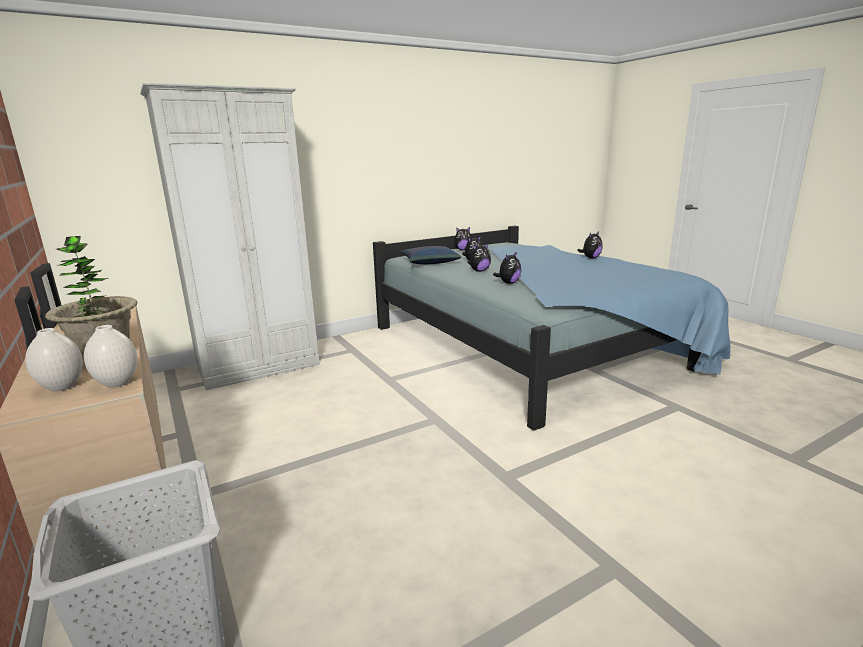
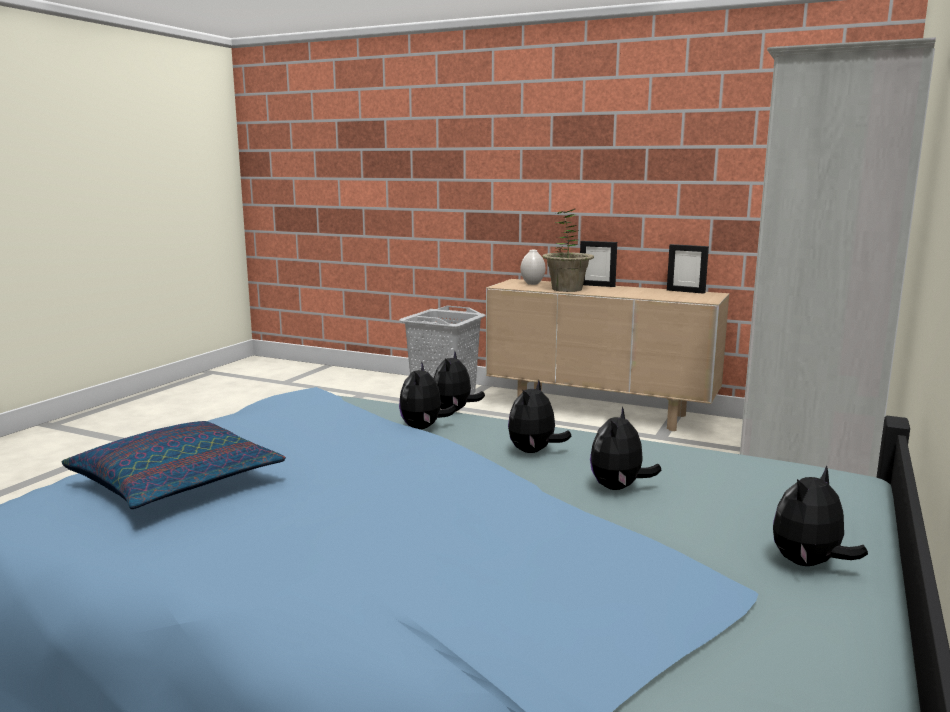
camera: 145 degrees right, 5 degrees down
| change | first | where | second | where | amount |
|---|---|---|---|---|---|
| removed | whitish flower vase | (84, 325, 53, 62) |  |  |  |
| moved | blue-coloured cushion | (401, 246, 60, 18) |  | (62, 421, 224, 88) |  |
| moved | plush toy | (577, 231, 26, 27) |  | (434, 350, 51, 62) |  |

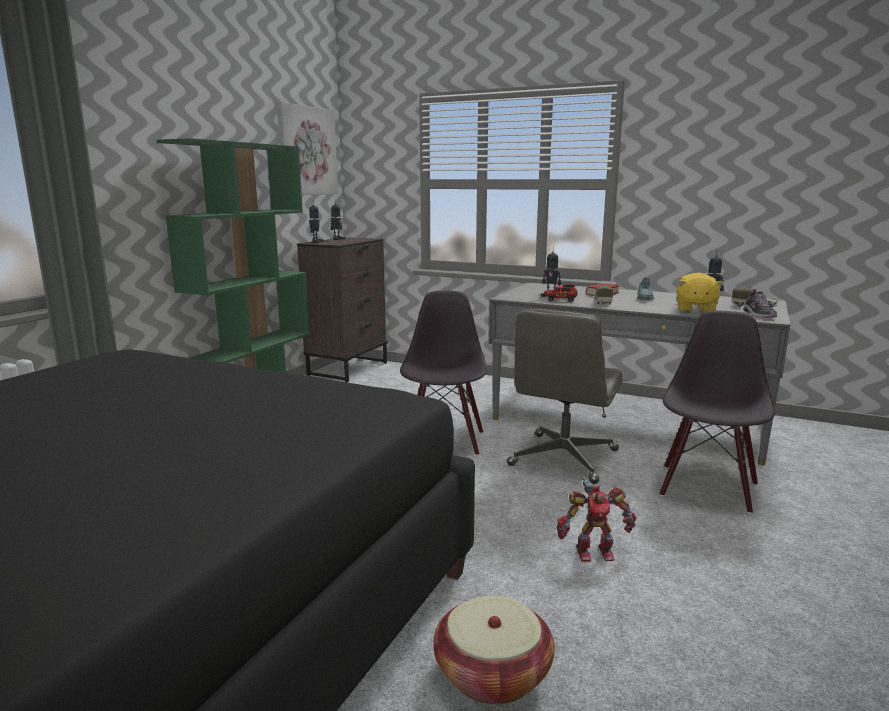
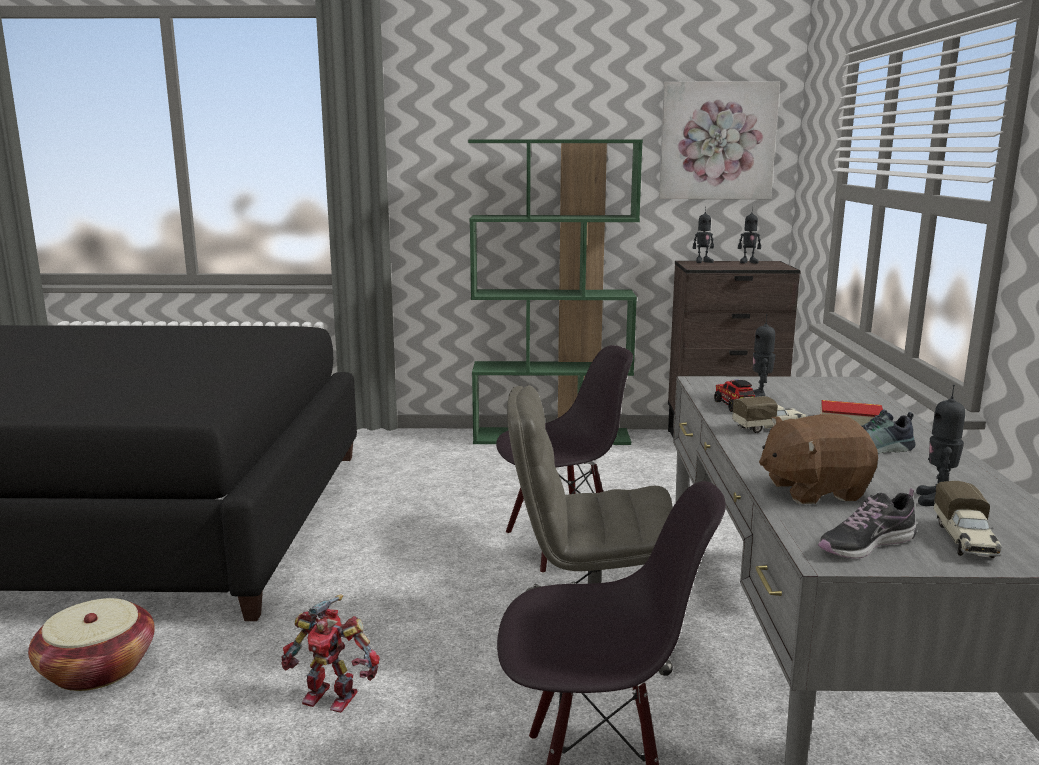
camera: 65 degrees right, 0 degrees up
| change | first | where | second | where | amount |
|---|---|---|---|---|---|
| turned | robot figure | (557, 476, 80, 86) |  | (281, 594, 99, 119) | 45 degrees counterclockwise |
| recoloured | yellowish plush toy | (677, 273, 47, 40) | brownish plush toy | (759, 414, 119, 90) |  |

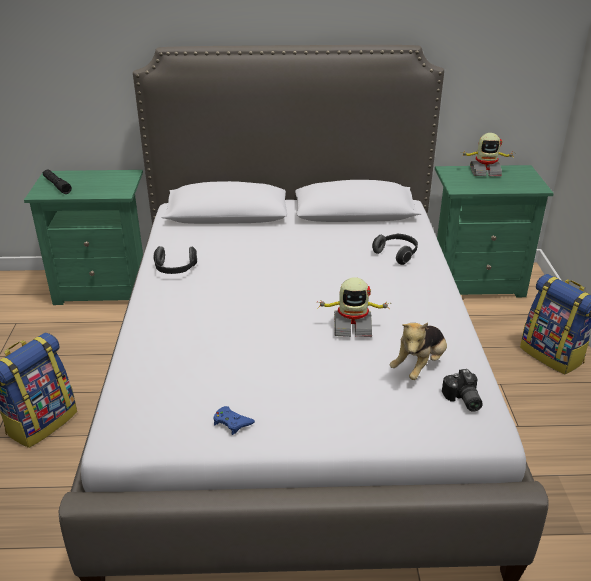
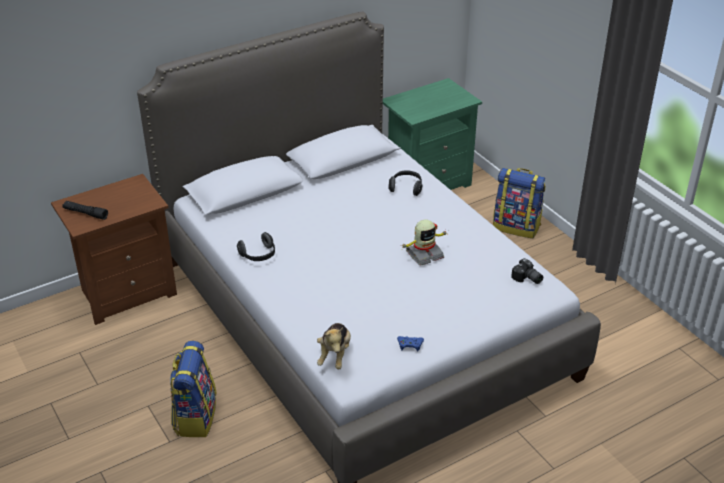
camera: 30 degrees left, 5 degrees up
| change | first | where | second | where | amount |
|---|---|---|---|---|---|
| recoloured | green bedside table | (24, 170, 119, 135) | brownish bedside table | (51, 174, 126, 151) |  |
| moved | plush toy | (390, 322, 57, 58) |  | (317, 323, 34, 46) |  |
| removed | robot figure | (460, 133, 53, 44) |  |  |  |

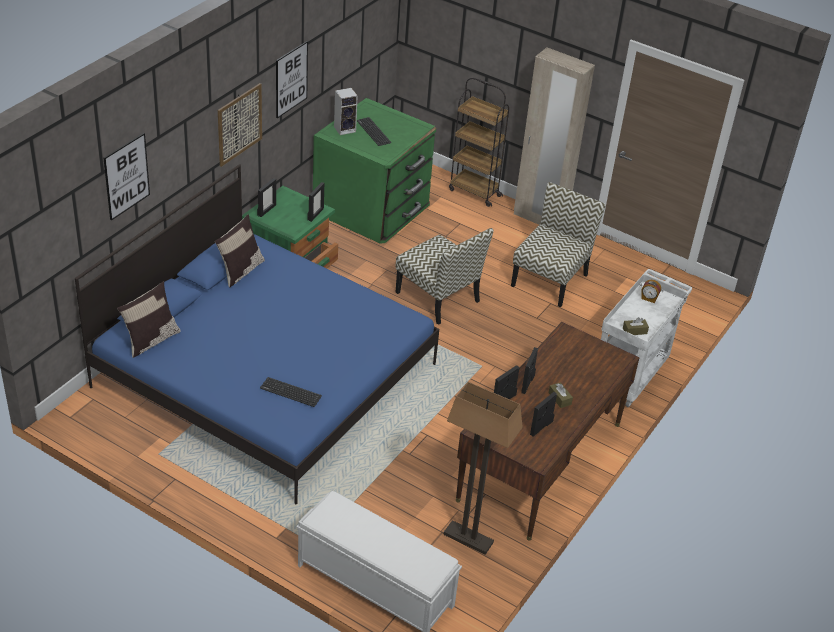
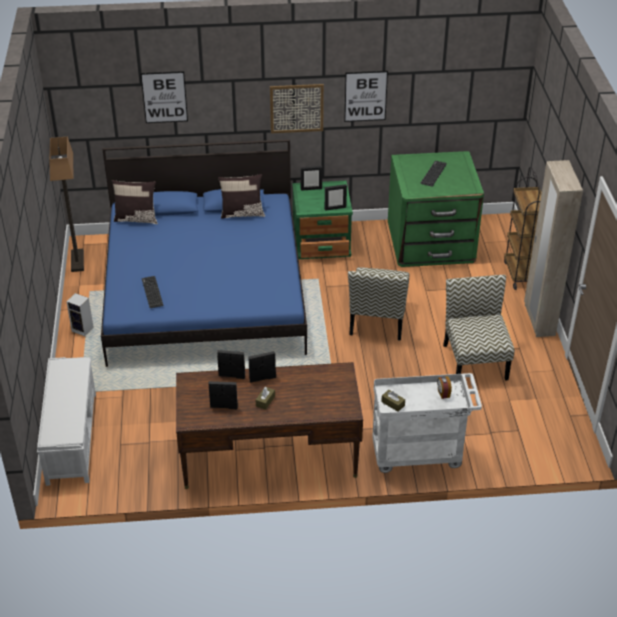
camera: 55 degrees right, 0 degrees up
| change | first | where | second | where | amount |
|---|---|---|---|---|---|
| moved | speaker | (334, 88, 24, 47) |  | (67, 293, 26, 43) |  |
| moved | standing lamp | (444, 382, 79, 173) |  | (49, 137, 35, 135) |  |
| turned | plain chair | (511, 182, 95, 125) |  | (443, 275, 72, 106) | 90 degrees counterclockwise |

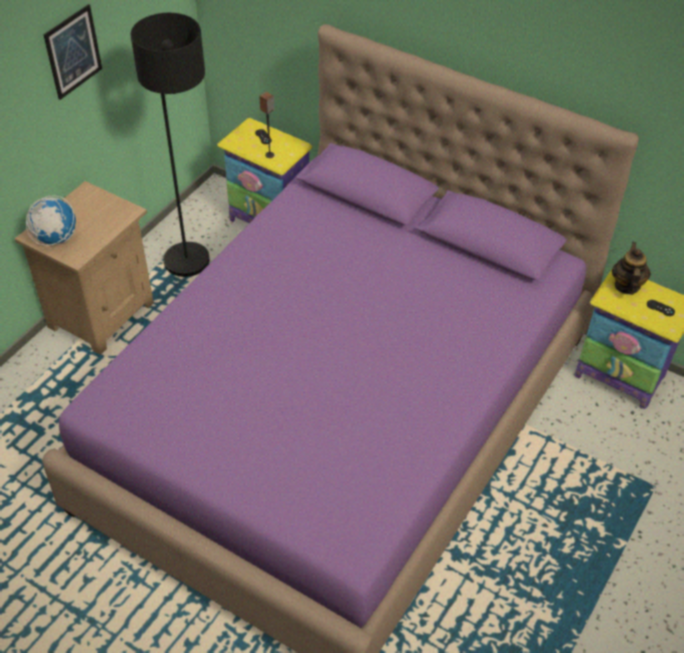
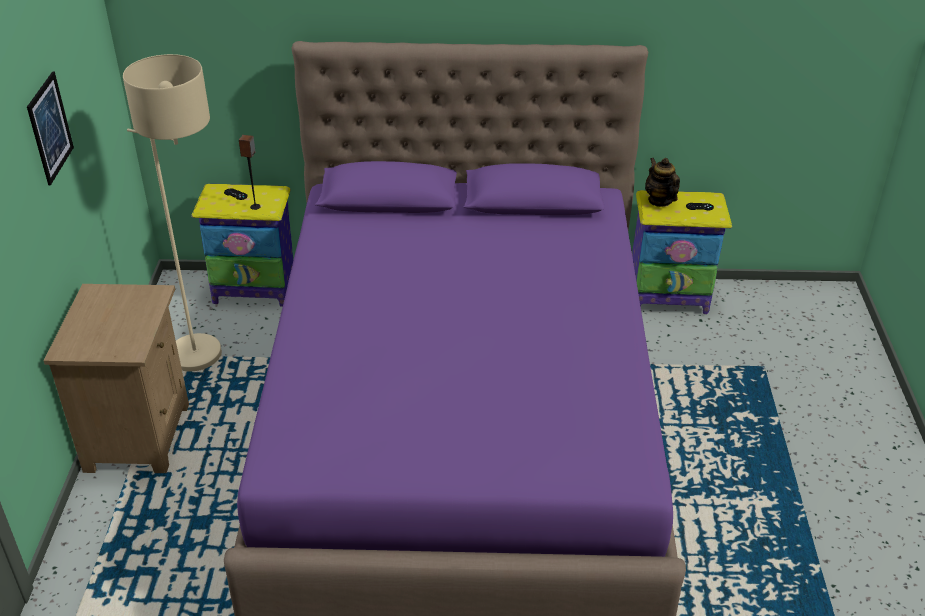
camera: 30 degrees left, 10 degrees down
| change | first | where | second | where | amount |
|---|---|---|---|---|---|
| removed | globe | (26, 195, 50, 51) |  |  |  |
| recoloured | black standing lamp | (131, 13, 79, 264) | sand-coloured standing lamp | (123, 54, 99, 317) |  |

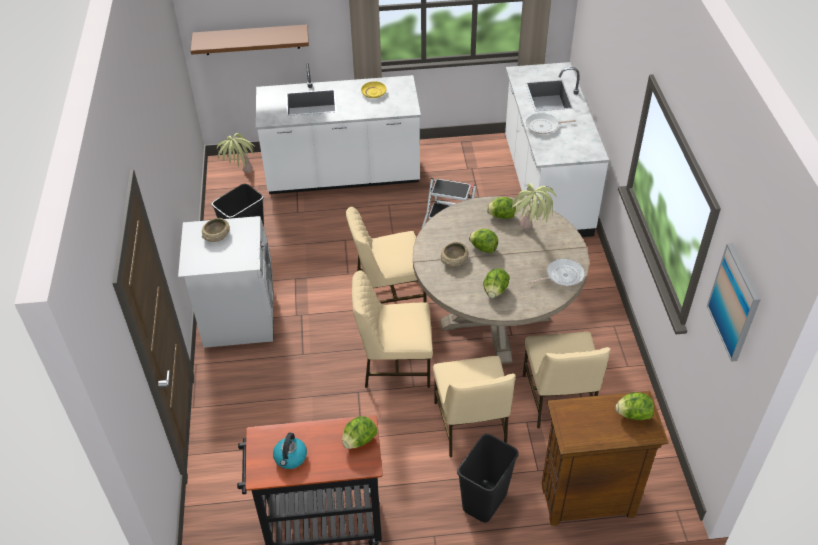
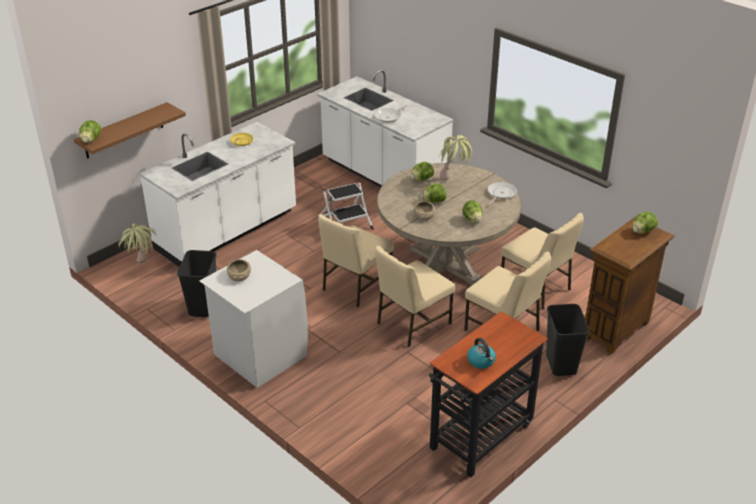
camera: 40 degrees left, 10 degrees down
| change | first | where | second | where | amount |
|---|---|---|---|---|---|
| moved | head of lettuce | (342, 416, 35, 33) |  | (79, 120, 22, 23) |  |
| removed | picture | (707, 243, 54, 119) |  |  |  |

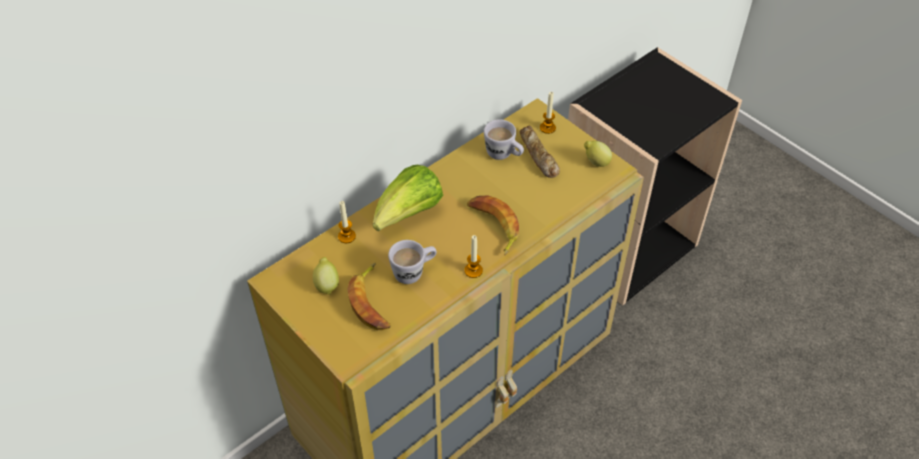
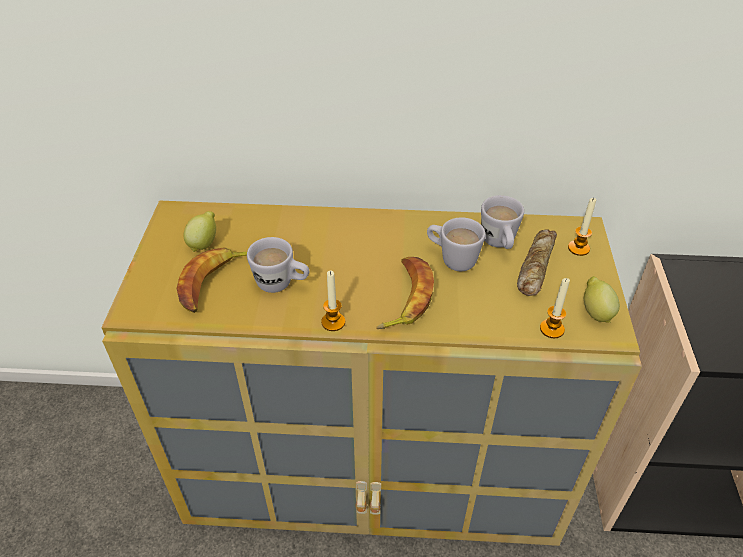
camera: 45 degrees right, 5 degrees down
| change | first | where | second | where | amount |
|---|---|---|---|---|---|
| moved | wax light | (338, 201, 18, 42) |  | (540, 278, 30, 60) |  |
| removed | head of lettuce | (373, 165, 70, 66) |  |  |  |
| added |  |  | whitish mug | (427, 217, 58, 54) |  |

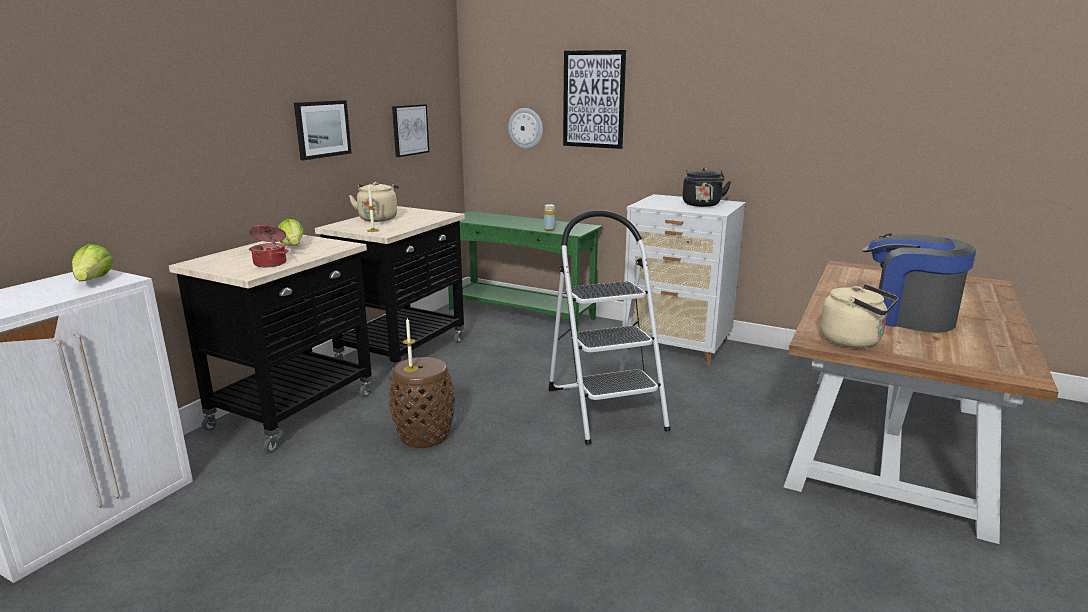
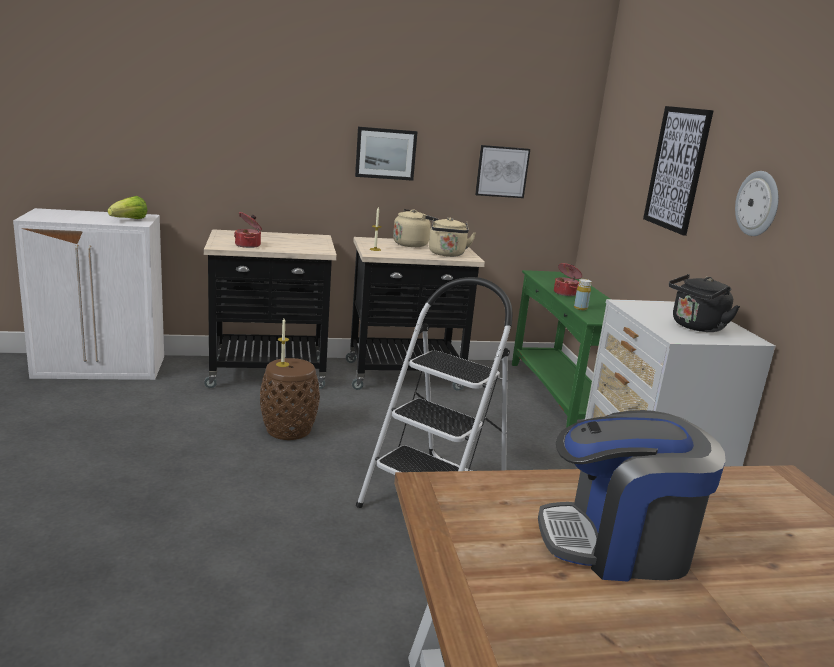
camera: 50 degrees right, 0 degrees up
| change | first | where | second | where | amount |
|---|---|---|---|---|---|
| removed | head of lettuce | (278, 219, 26, 27) |  |  |  |
| moved | clock on the wall | (508, 108, 35, 41) |  | (735, 171, 44, 65) |  |
| moved | sand-coloured tea kettle | (820, 284, 78, 64) |  | (429, 217, 47, 40) |  |
| turned | coffee machine | (862, 233, 114, 100) |  | (538, 410, 187, 172) | 90 degrees counterclockwise |
| added |  |  | stockpot | (554, 263, 28, 33) |  |

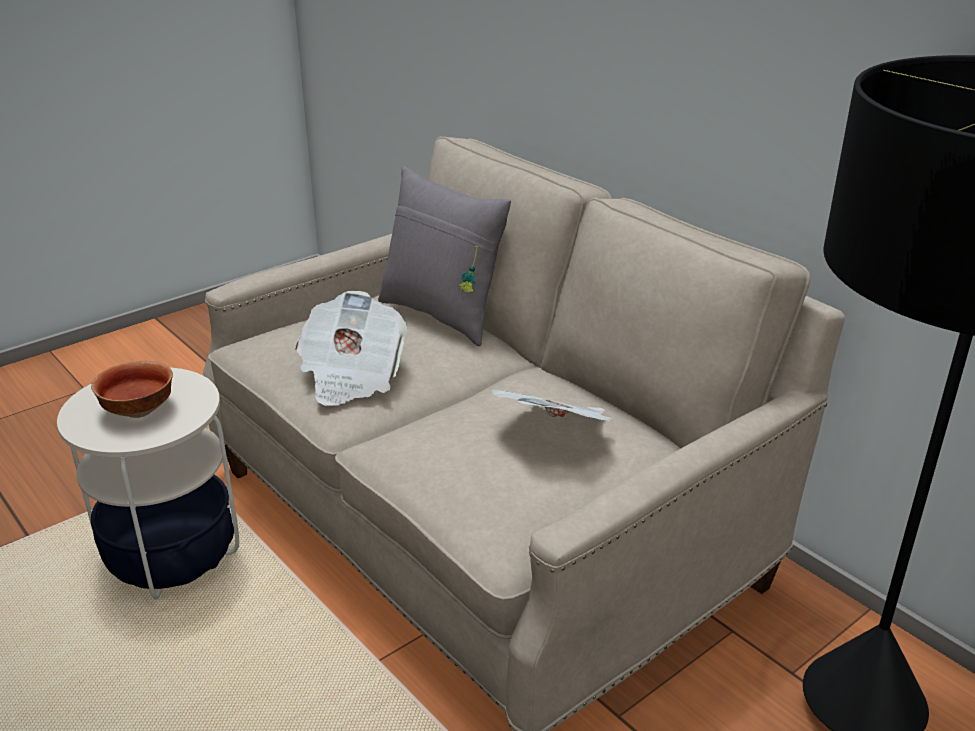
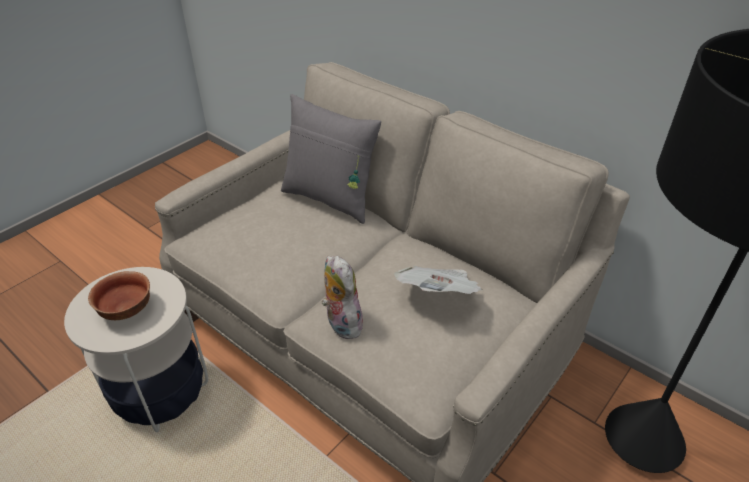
camera: 10 degrees left, 10 degrees up
| change | first | where | second | where | amount |
|---|---|---|---|---|---|
| removed | printed paper | (295, 291, 113, 115) |  |  |  |
| added |  |  | plush toy | (321, 255, 42, 84) |  |

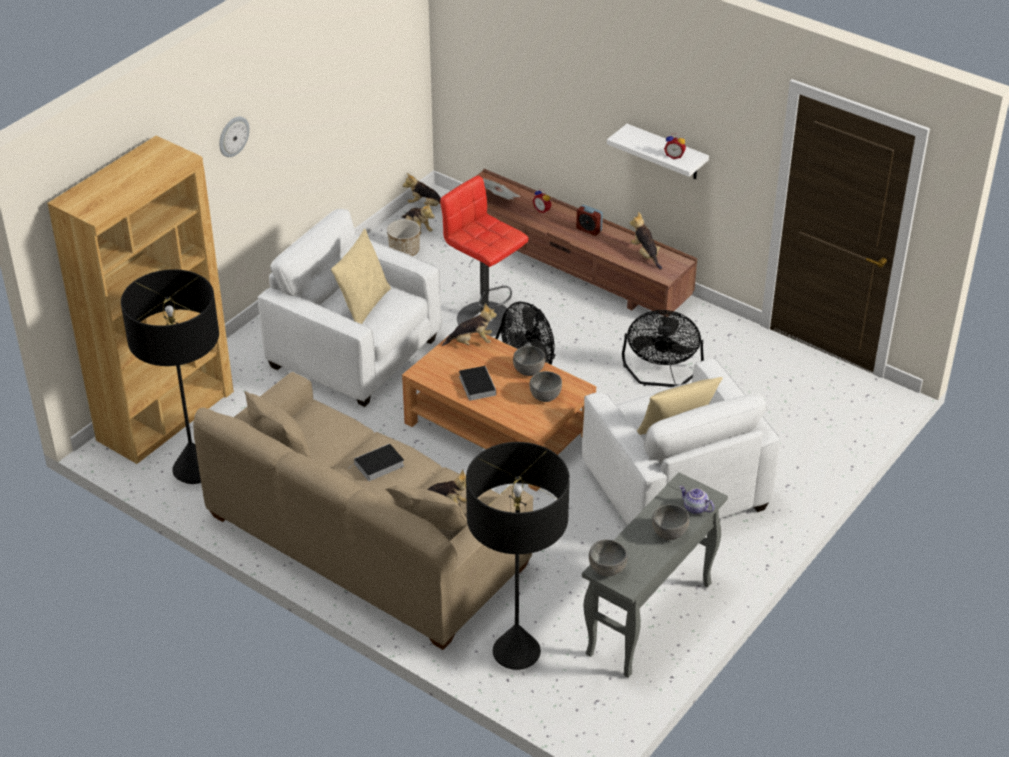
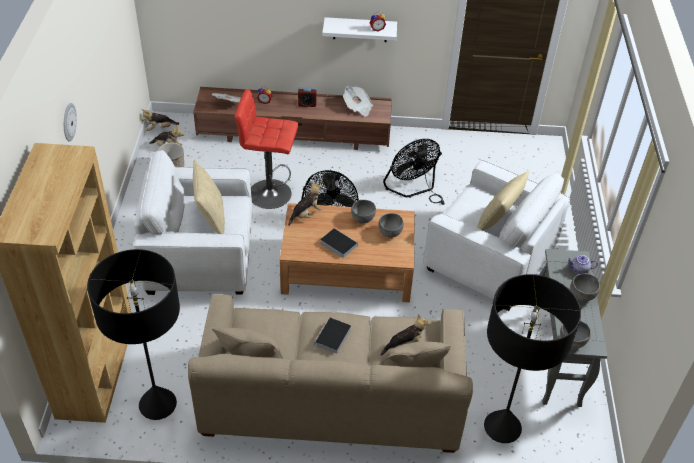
camera: 35 degrees left, 5 degrees up
| change | first | where | second | where | amount |
|---|---|---|---|---|---|
| replaced | plush toy | (630, 212, 32, 57) | printed paper | (343, 86, 30, 31) |  |

